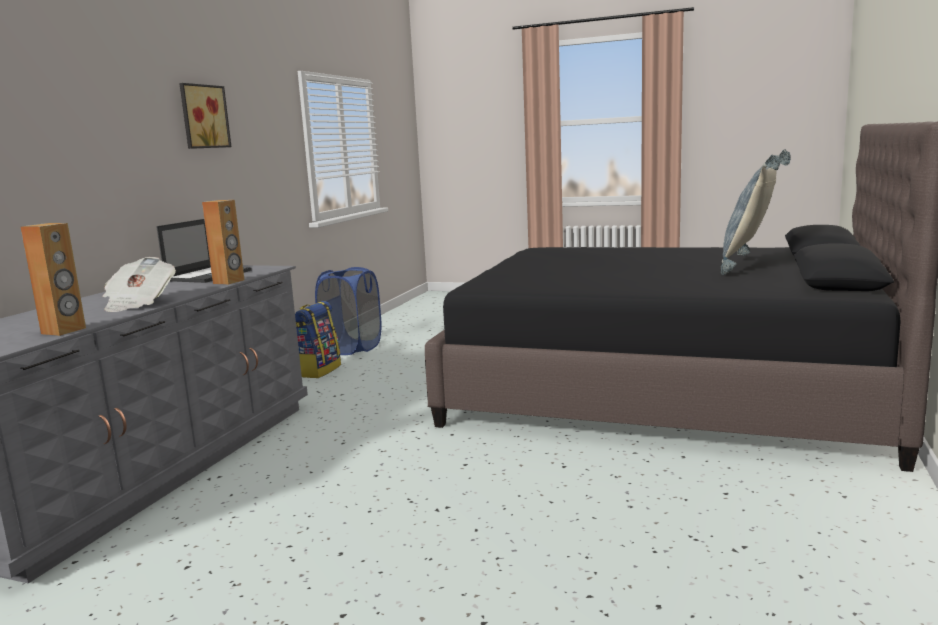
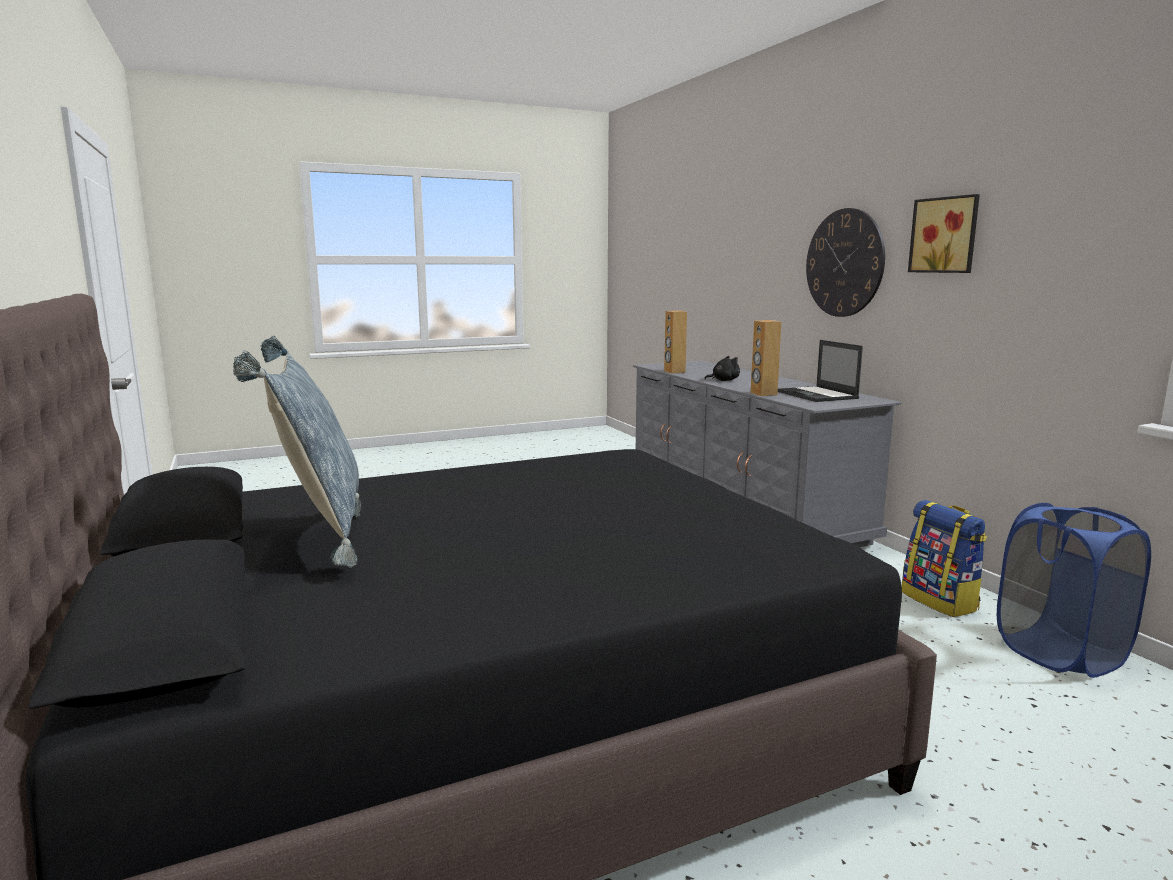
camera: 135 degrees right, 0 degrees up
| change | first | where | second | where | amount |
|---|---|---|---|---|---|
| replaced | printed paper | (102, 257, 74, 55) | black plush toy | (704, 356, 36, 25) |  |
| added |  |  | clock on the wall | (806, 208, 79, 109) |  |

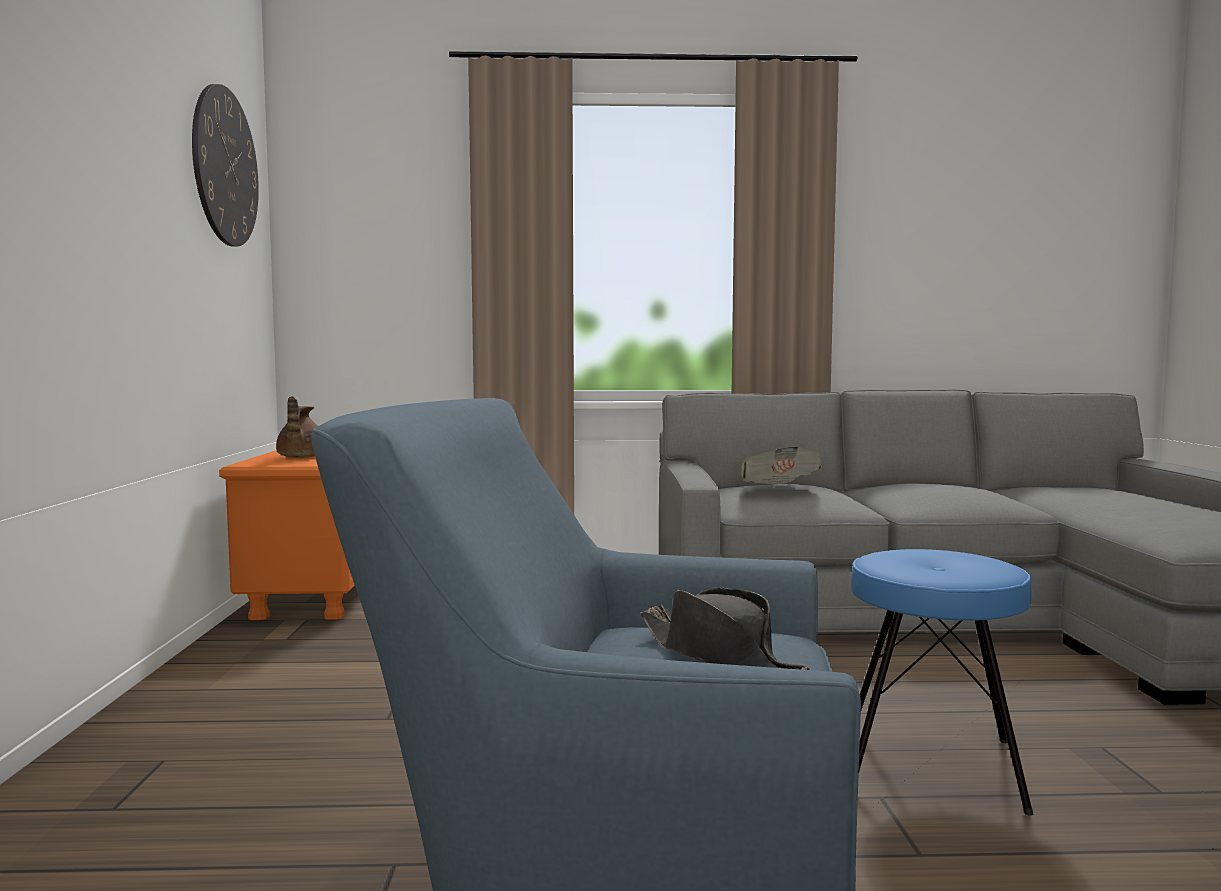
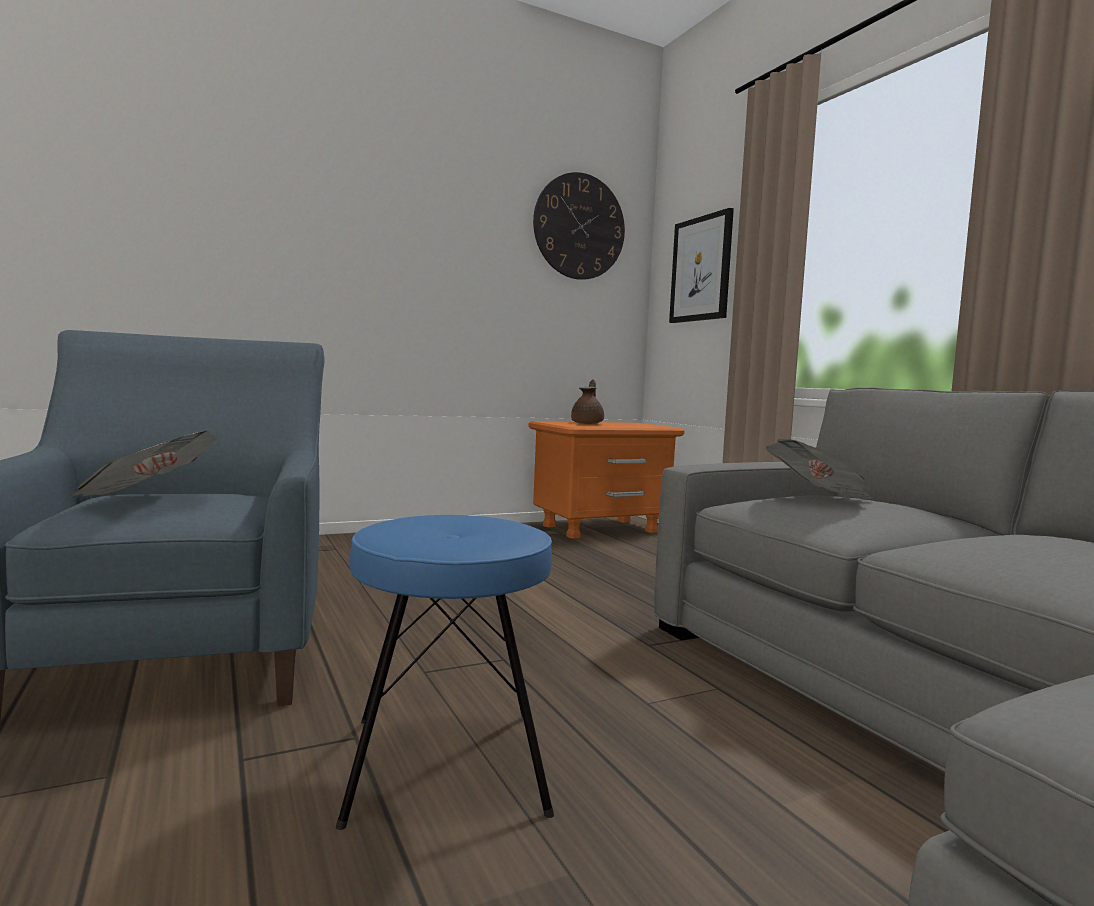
camera: 65 degrees right, 0 degrees up
| change | first | where | second | where | amount |
|---|---|---|---|---|---|
| turned | brownish teapot | (276, 396, 42, 62) |  | (571, 379, 33, 45) | 135 degrees clockwise |
| replaced | black clothing hat | (640, 587, 171, 83) | printed paper | (70, 430, 147, 66) |  |
| added |  |  | picture | (669, 208, 65, 115) |  |

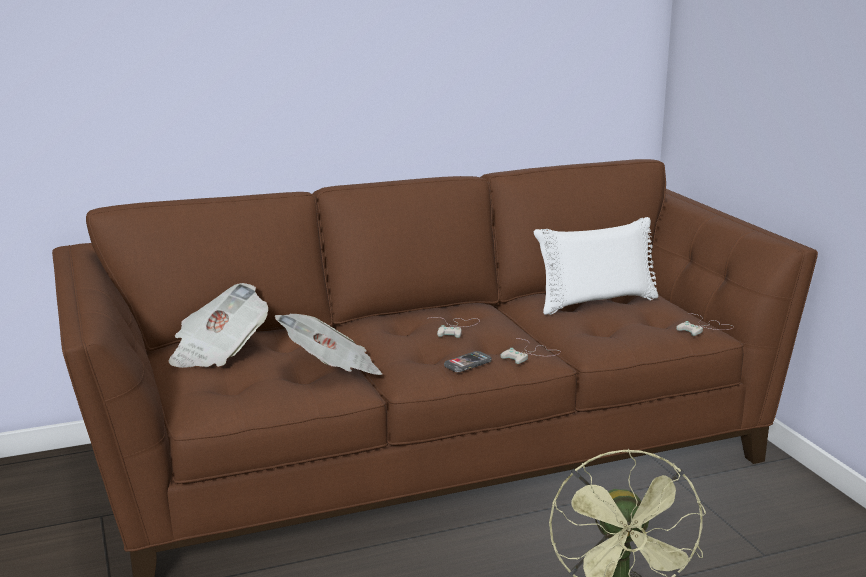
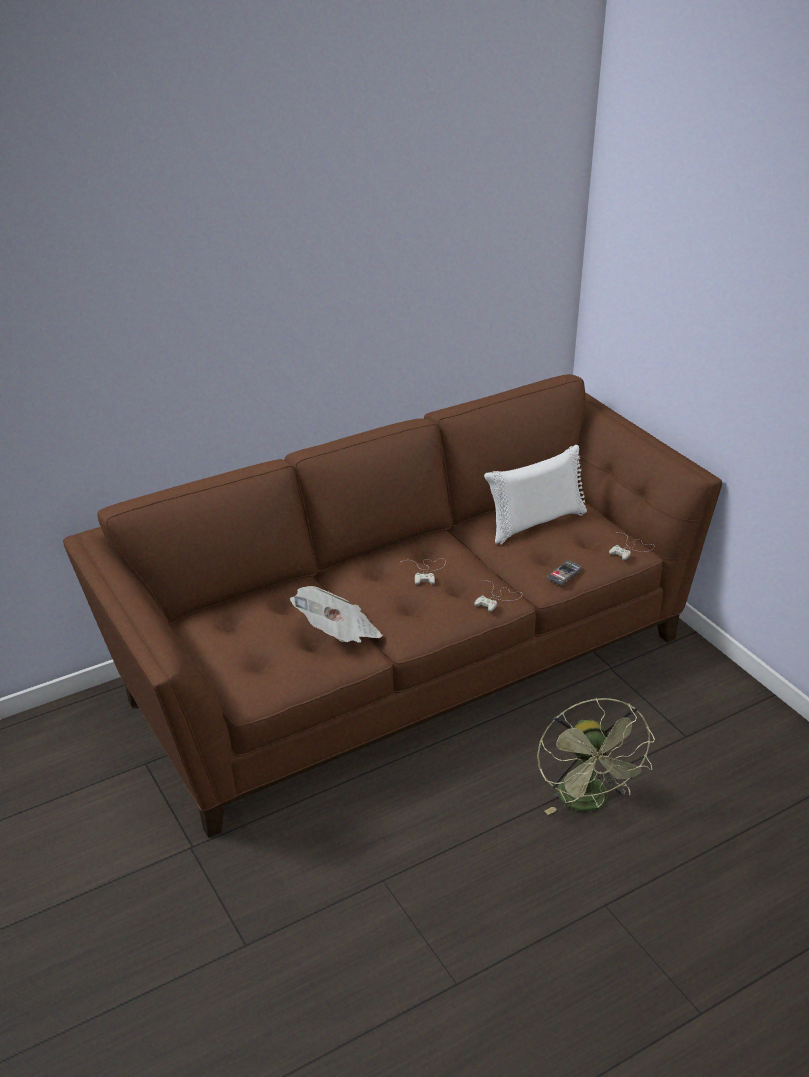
camera: 10 degrees left, 15 degrees up
| change | first | where | second | where | amount |
|---|---|---|---|---|---|
| removed | printed paper | (168, 283, 100, 85) |  |  |  |
| moved | phone | (444, 351, 48, 21) |  | (547, 561, 35, 24) |  |

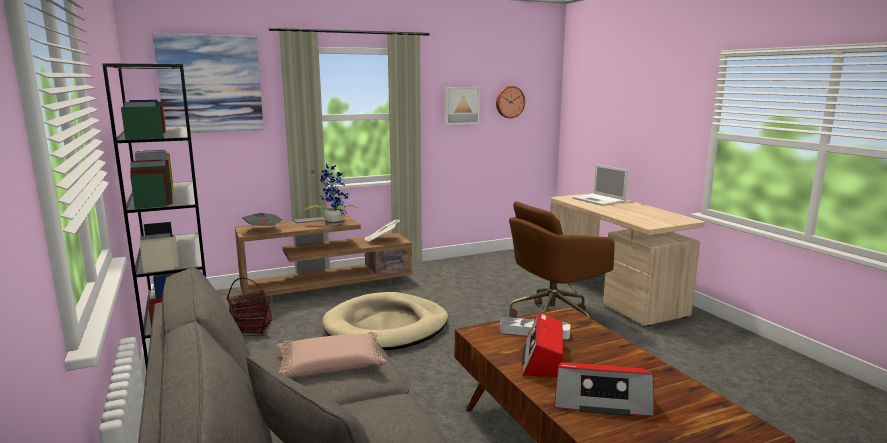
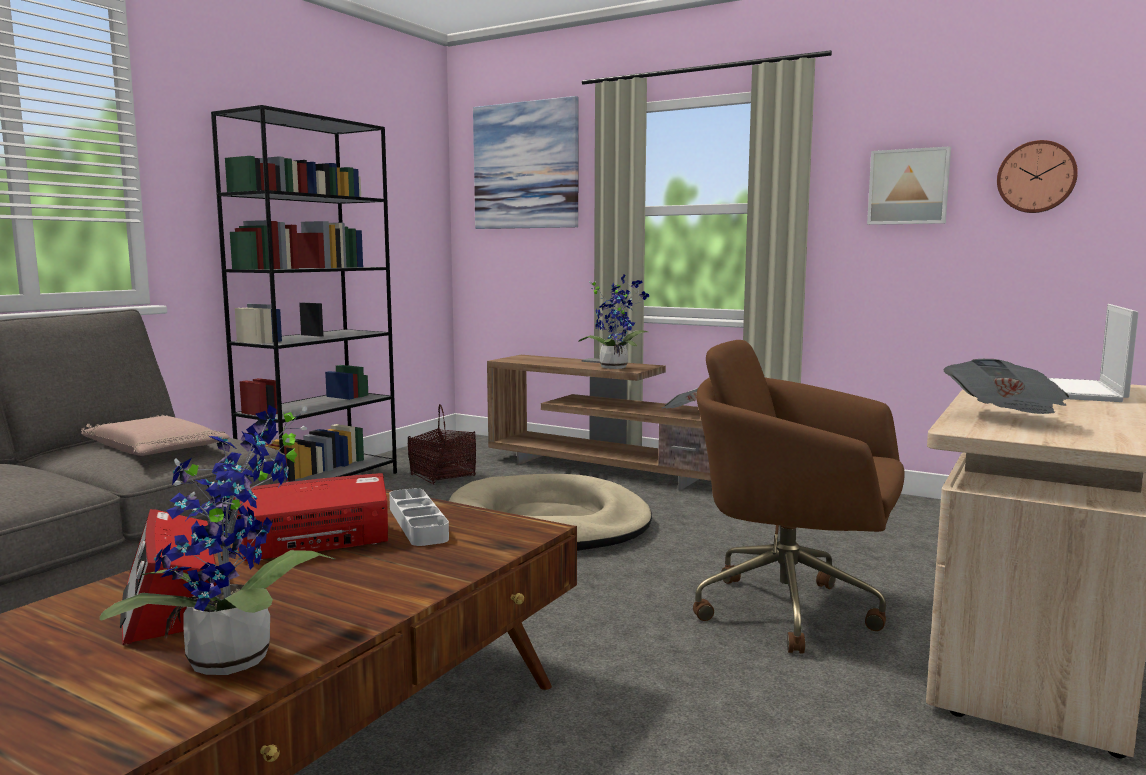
camera: 55 degrees right, 5 degrees down
| change | first | where | second | where | amount |
|---|---|---|---|---|---|
| moved | printed paper | (242, 213, 40, 13) |  | (944, 359, 125, 55) |  |
| added |  |  | potted plant | (100, 405, 235, 270) |  |

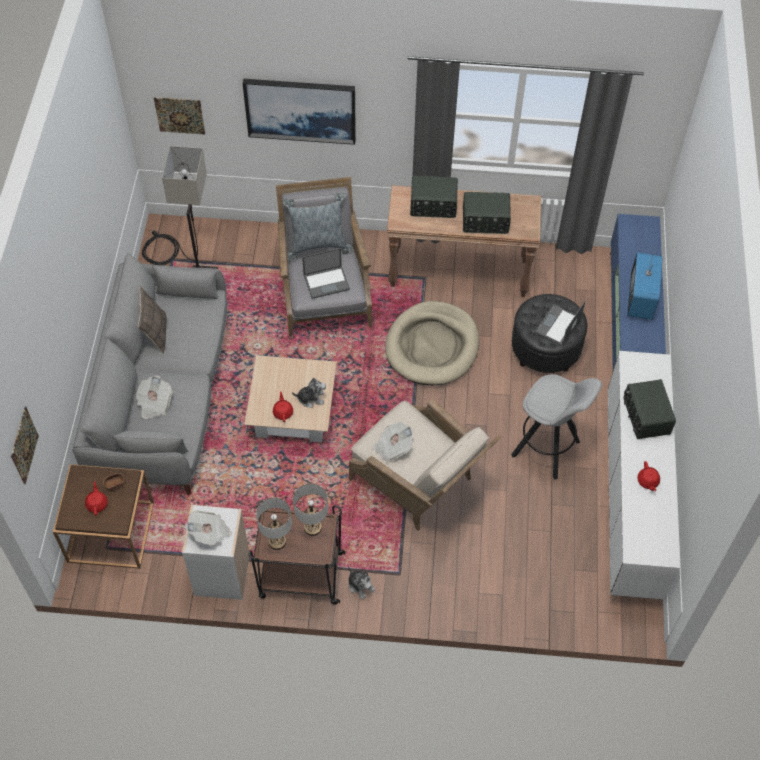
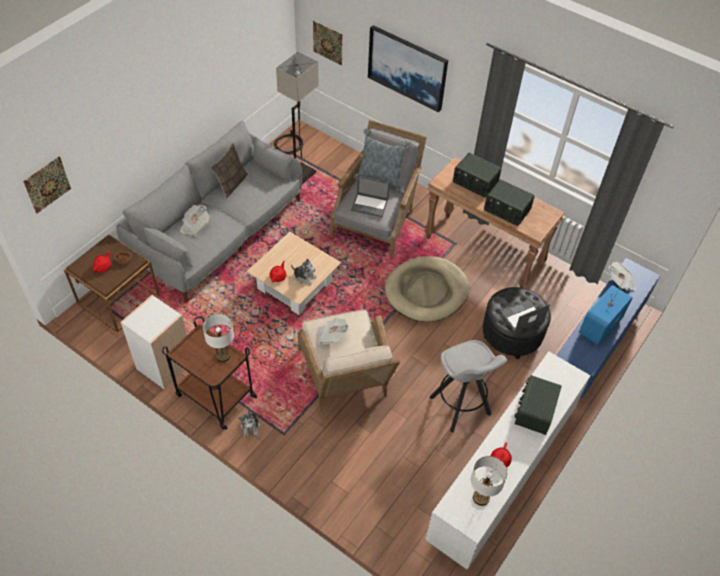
camera: 30 degrees right, 5 degrees down
| change | first | where | second | where | amount |
|---|---|---|---|---|---|
| moved | printed paper | (185, 510, 47, 36) |  | (609, 262, 27, 28) |  |
| moved | table lamp | (256, 497, 36, 53) |  | (471, 456, 36, 50) |  |

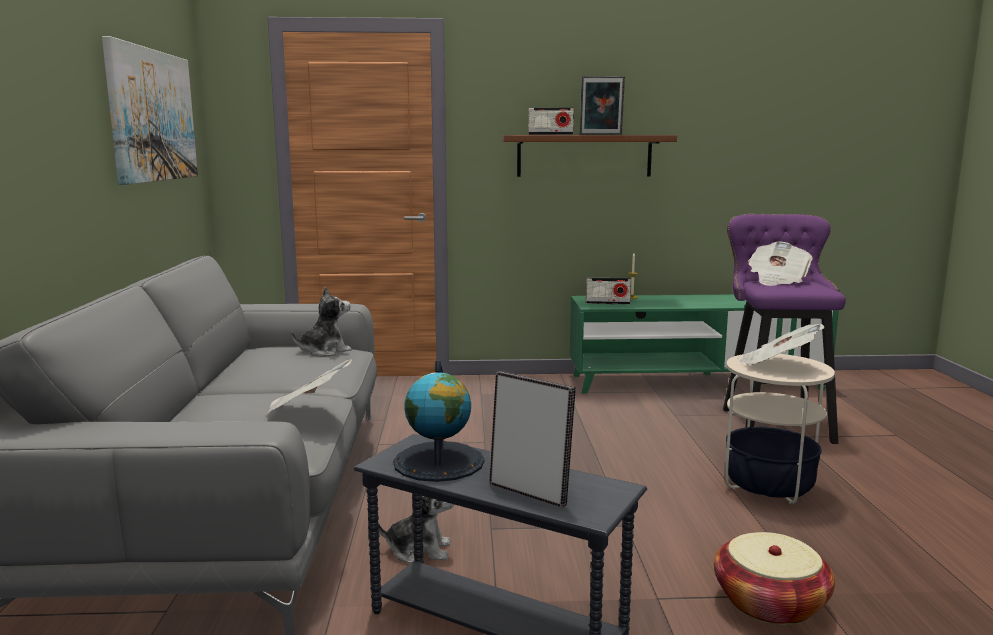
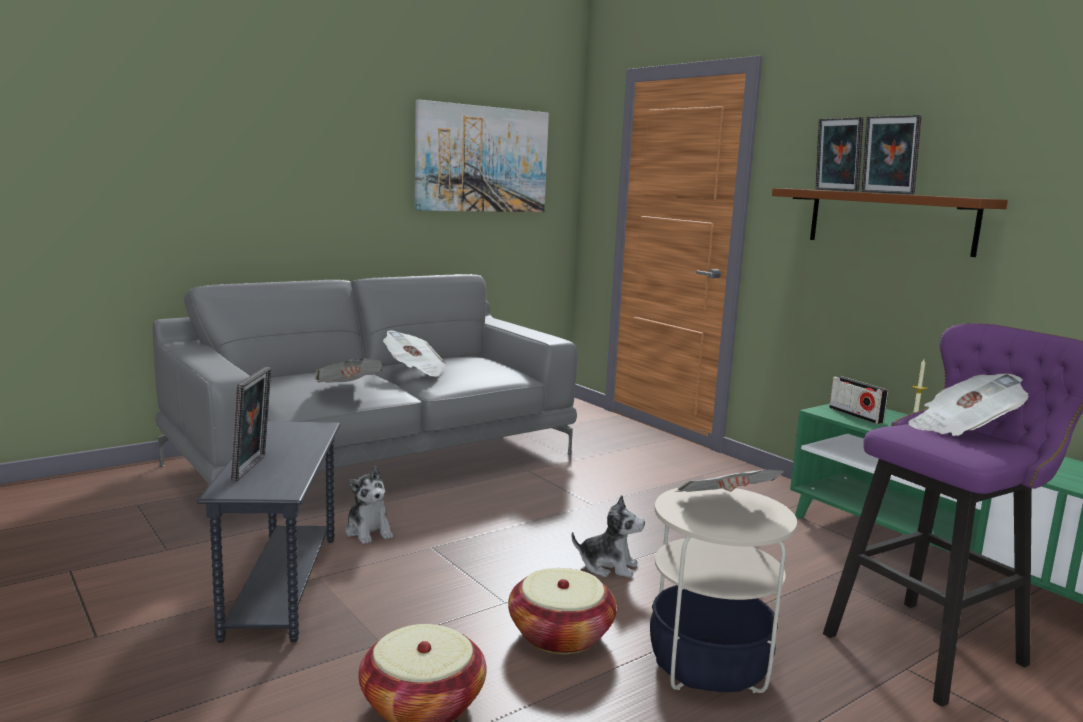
camera: 55 degrees right, 0 degrees up
| change | first | where | second | where | amount |
|---|---|---|---|---|---|
| moved | plush toy | (291, 286, 61, 71) |  | (571, 495, 74, 83) |  |
| removed | globe | (393, 360, 92, 122) |  |  |  |
| replaced | radio | (528, 108, 46, 27) | photo frame | (815, 117, 48, 75) |  |
| added |  |  | printed paper | (383, 331, 64, 46) |  |
| added |  |  | storage basket | (508, 568, 109, 86) |  |

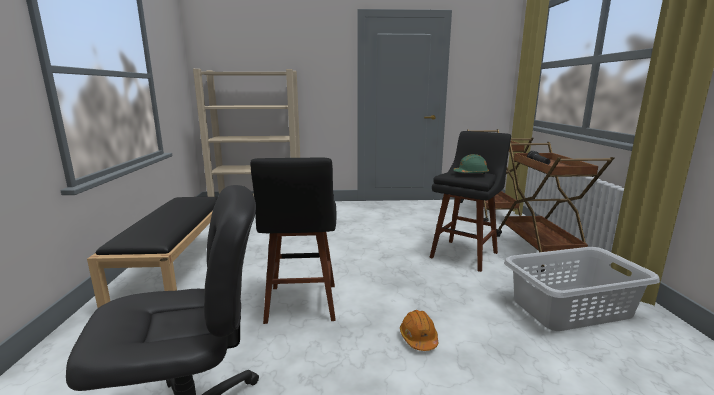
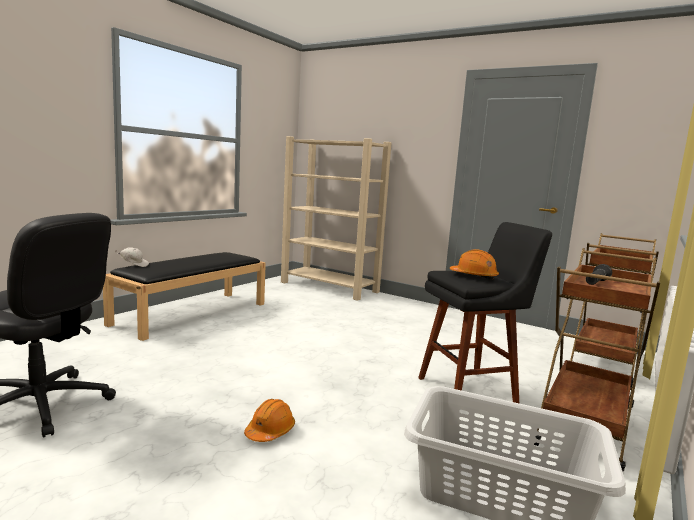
camera: 35 degrees right, 5 degrees down
| change | first | where | second | where | amount |
|---|---|---|---|---|---|
| removed | black stool | (250, 158, 86, 166) |  |  |  |
| recoloured | green safety helmet | (453, 154, 36, 20) | orange safety helmet | (449, 249, 50, 31) |  |
| added |  |  | whitish baseball cap | (115, 247, 34, 20) |  |

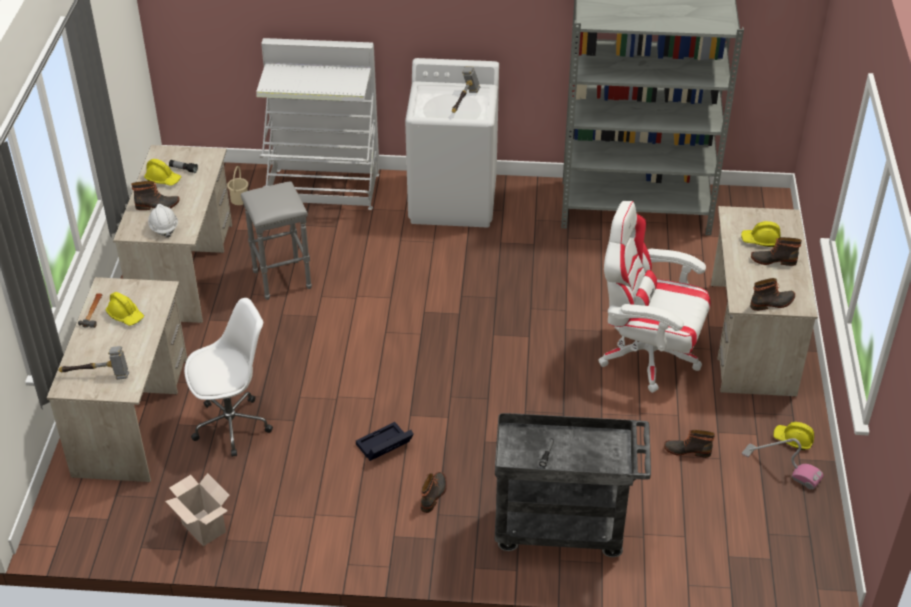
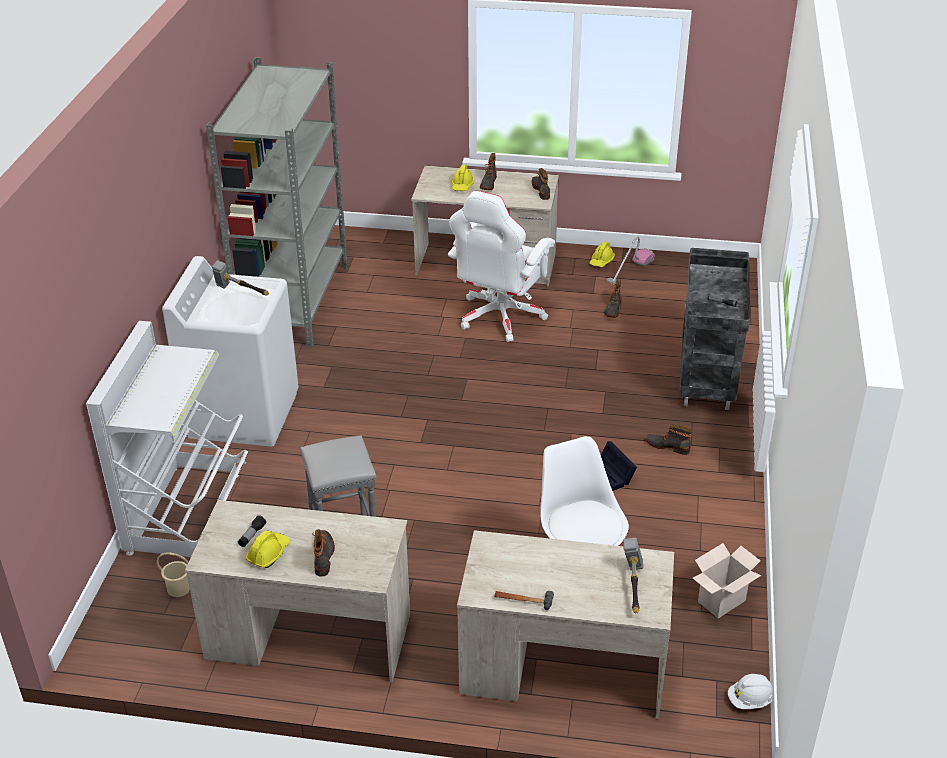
camera: 85 degrees left, 5 degrees down
| change | first | where | second | where | amount |
|---|---|---|---|---|---|
| removed | yellowish safety helmet | (106, 292, 38, 34) |  |  |  |
| moved | whitish safety helmet | (148, 204, 30, 34) |  | (728, 674, 45, 35) |  |

